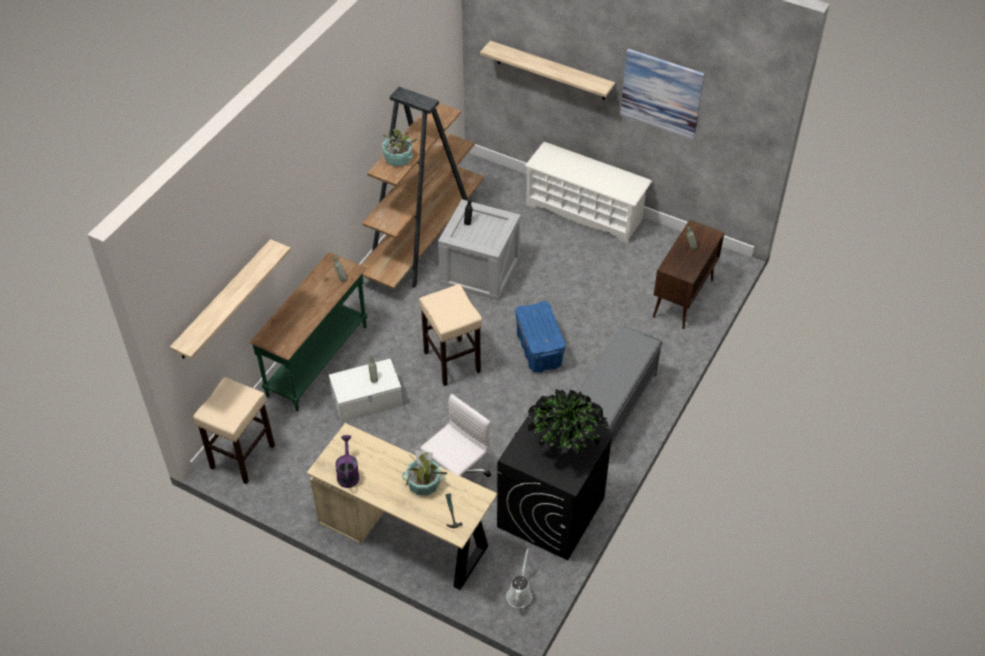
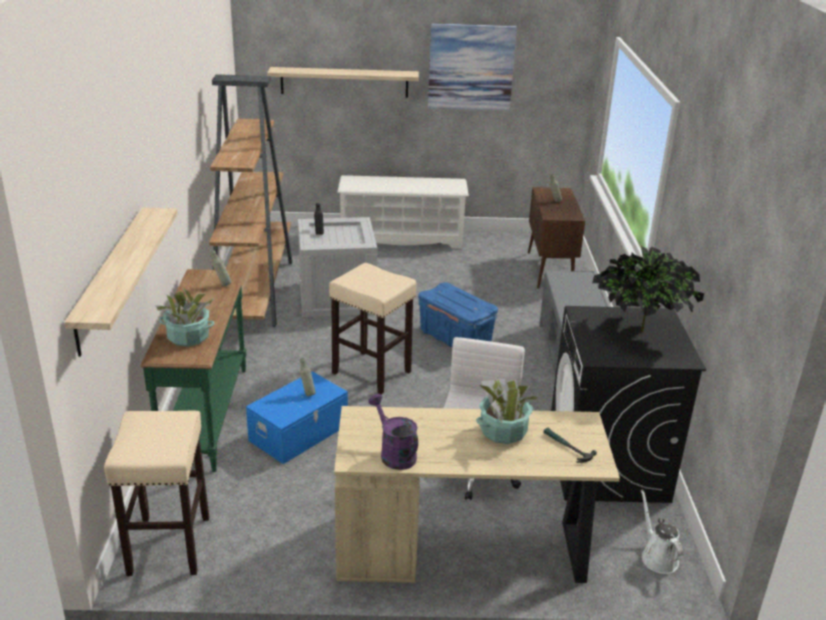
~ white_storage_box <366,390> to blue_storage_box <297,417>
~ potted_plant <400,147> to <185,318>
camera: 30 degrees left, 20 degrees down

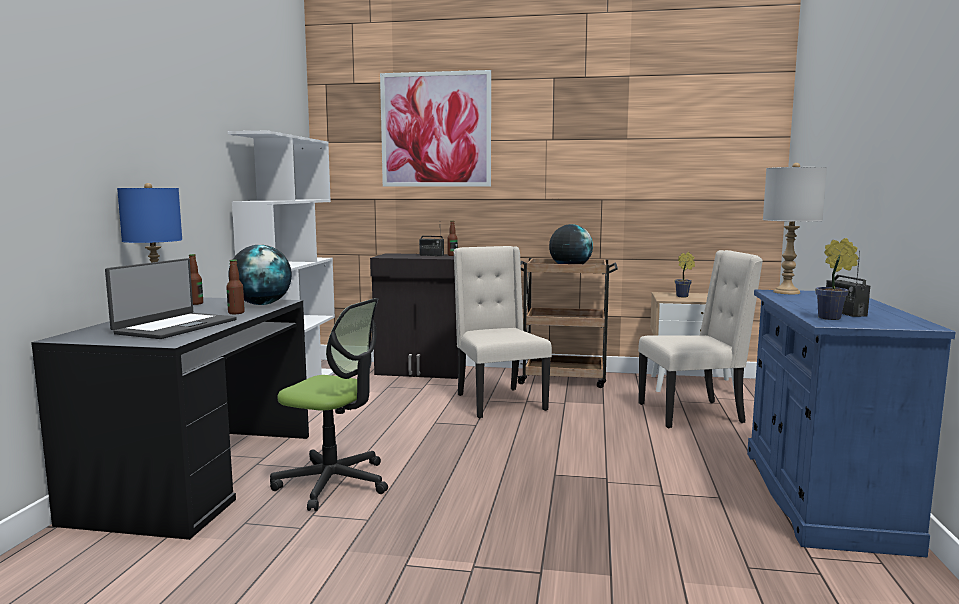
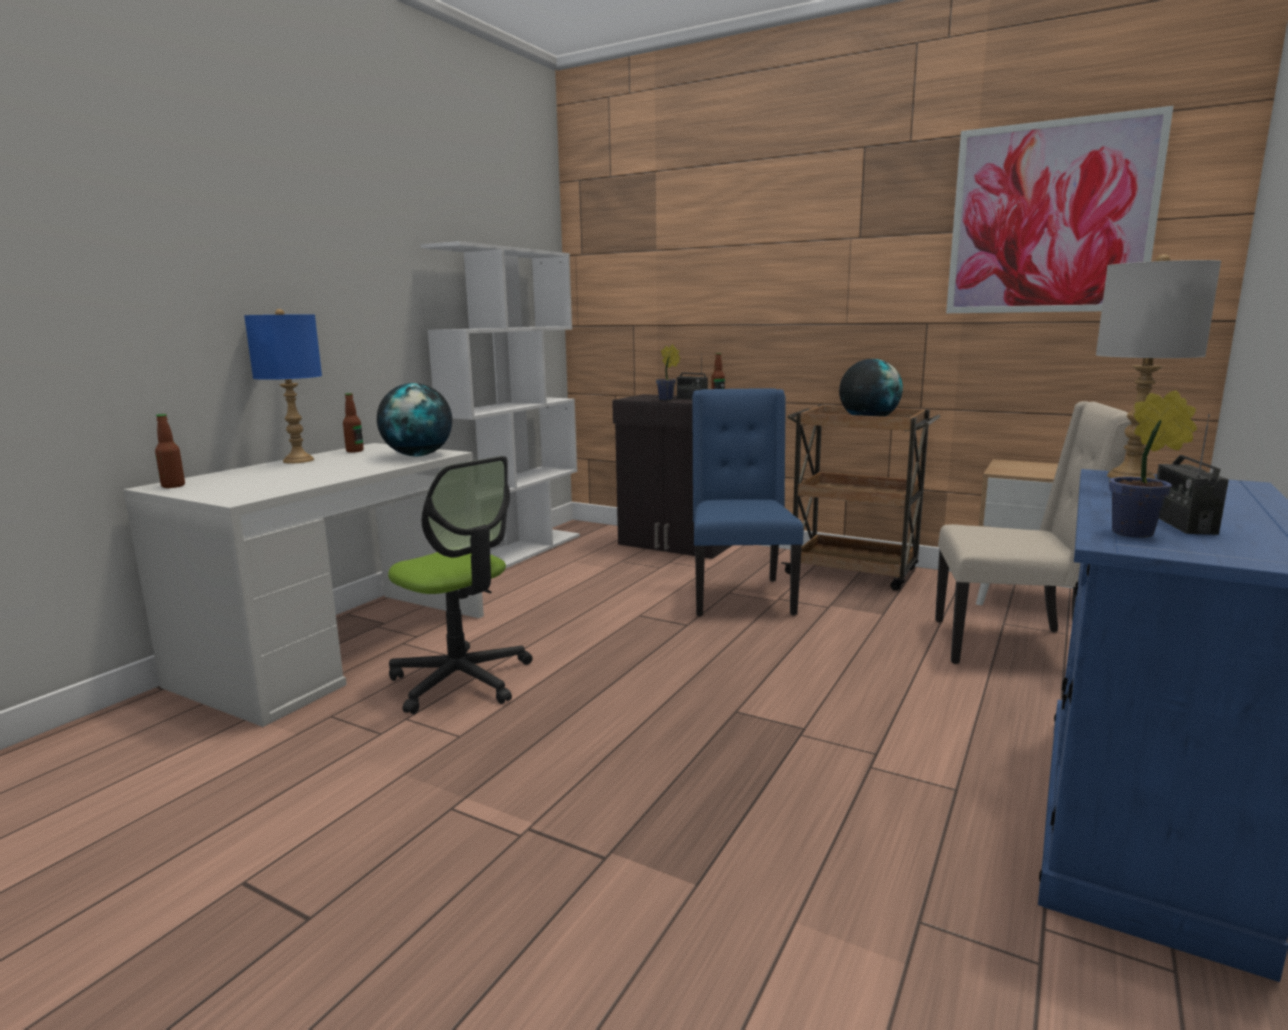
~ black_desk <170,418> to white_desk <303,585>
- laptop <171,298>
~ bottle <235,286> to <170,451>
~ picture <435,128> to <1059,209>
~ beige_chair <502,332> to blue_chair <748,502>
~ potted_plant <685,274> to <668,372>
camera: 20 degrees right, 5 degrees up

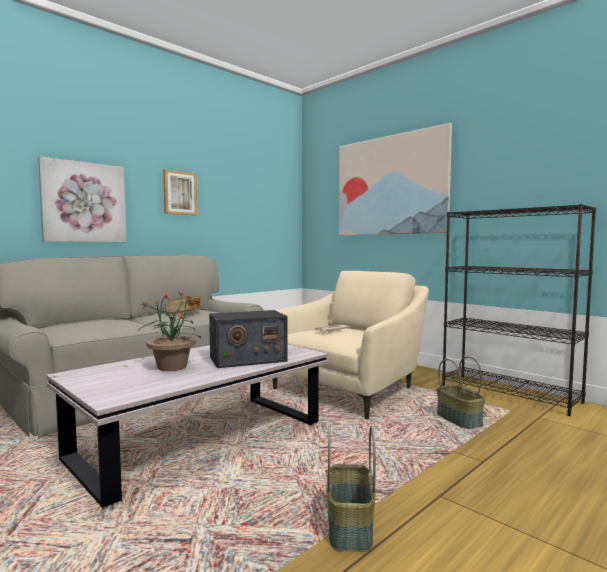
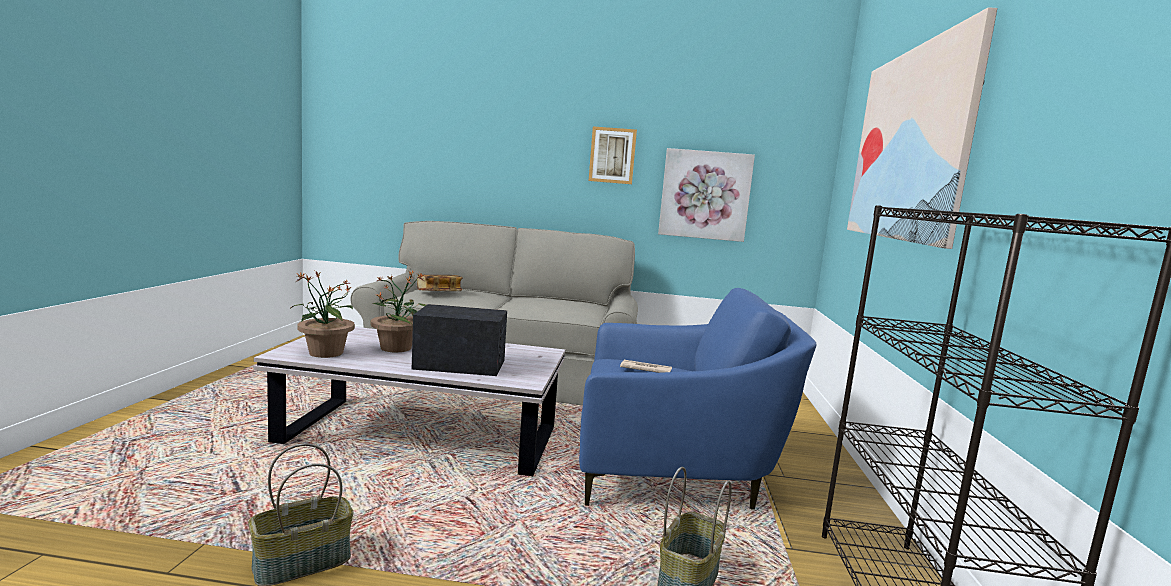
~ picture <82,199> to <706,195>
~ book <184,305> to <440,283>
~ radio <248,339> = <459,340> 150 degrees clockwise
~ beige_armchair <350,345> to blue_armchair <698,399>
+ potted_plant <322,314>
camera: 50 degrees right, 5 degrees up

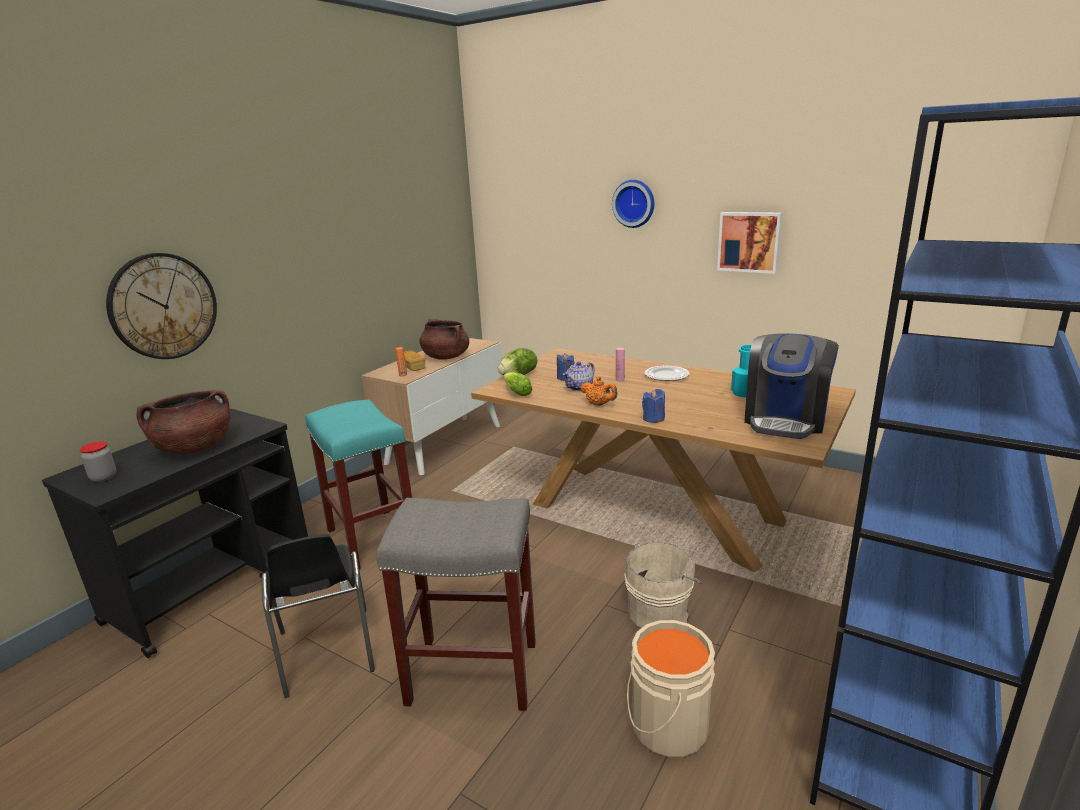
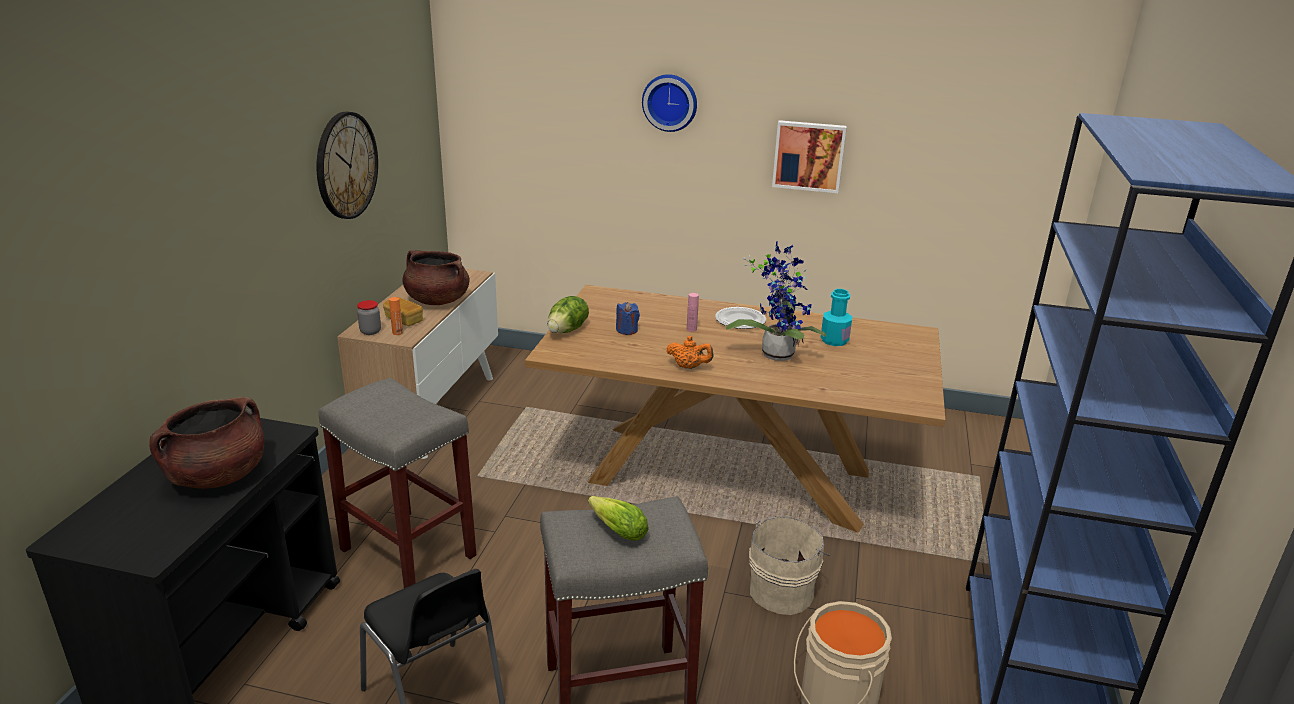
~ jar <98,461> to <369,317>
~ wall_clock <161,306> to <347,165>
~ turquoise_stool <359,485> to grey_stool <397,483>
~ lettuce <518,384> to <618,518>
- teapot <579,376>
- blue_candle <653,406>
- coffee_machine <791,386>
+ potted_plant <776,301>
camera: 20 degrees left, 5 degrees up

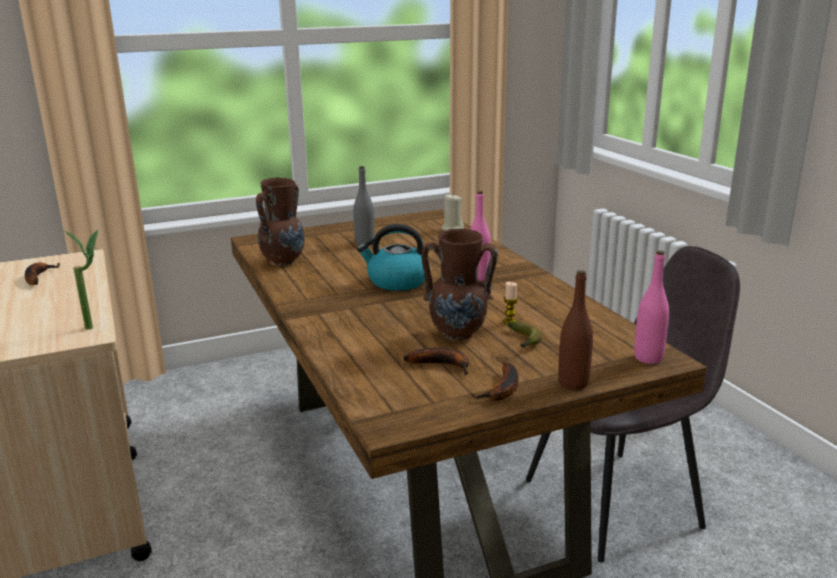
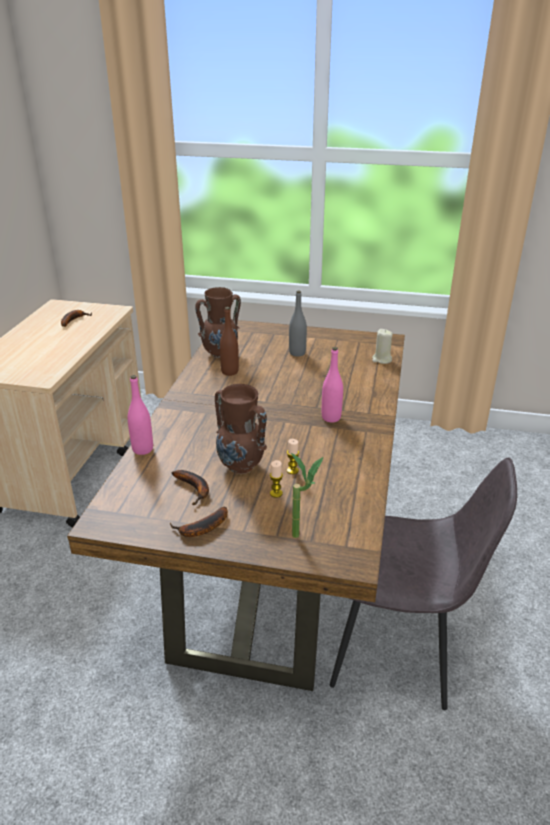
~ potted_plant <80,279> to <307,495>
- kettle <393,257>
~ banana <525,334> to candle <276,479>
~ brown_bottle <575,330> to <229,341>
~ pink_bottle <651,307> to <140,415>
camera: 35 degrees right, 10 degrees up

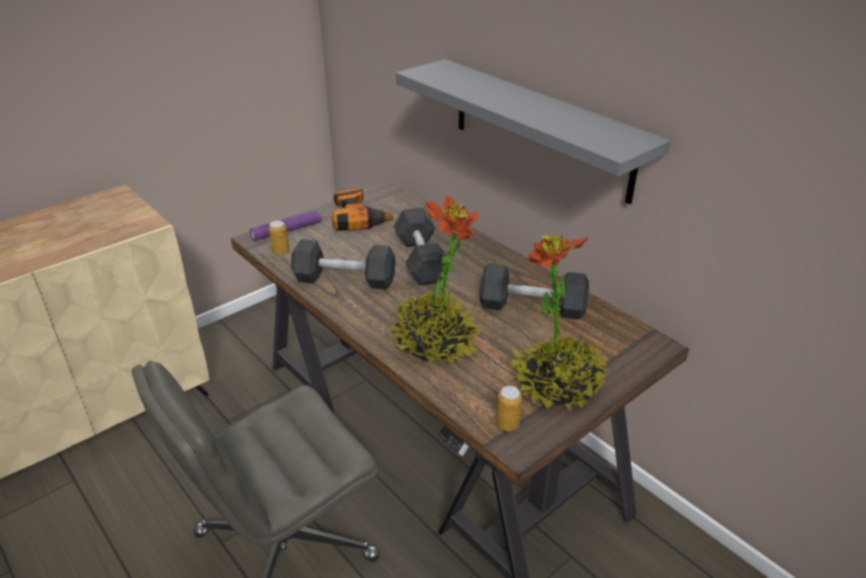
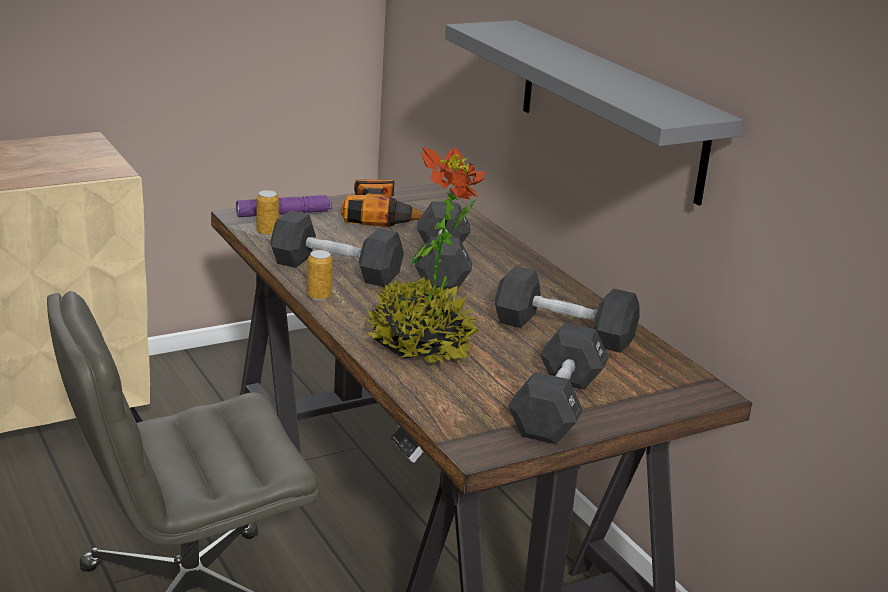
~ can <509,408> to <320,275>
~ potted_plant <559,323> to black_dumbbell <558,383>
camera: 10 degrees right, 10 degrees down

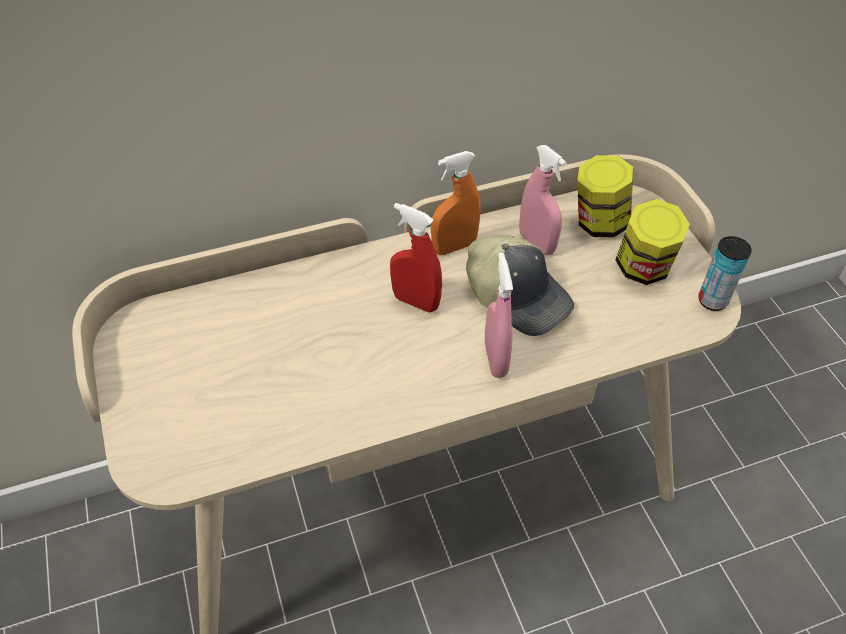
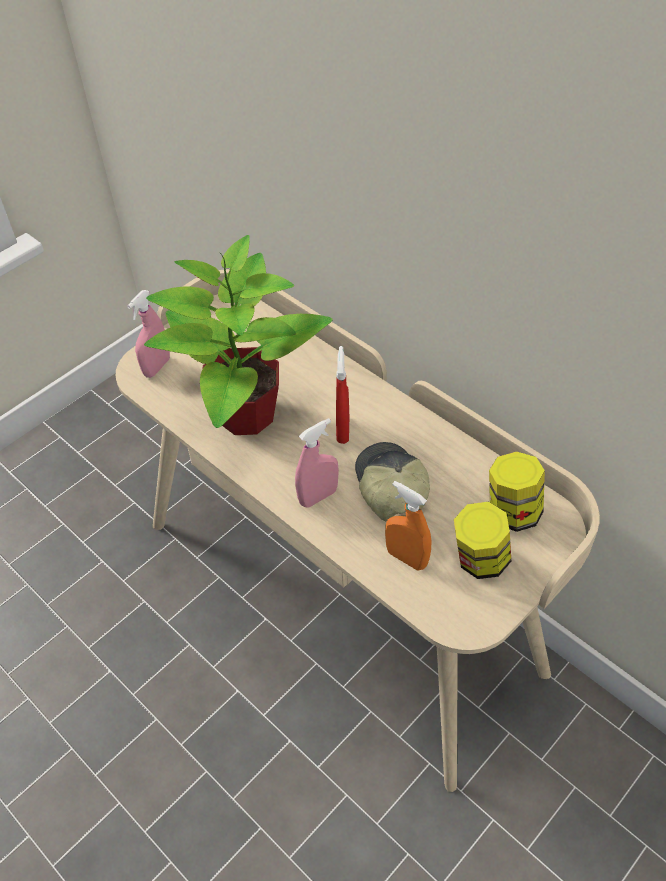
~ orange_spray_bottle <455,203> to <408,526>
~ cap <520,285> = <392,482> 150 degrees clockwise
~ pink_spray_bottle <543,200> to <148,334>
- can <725,273>
+ potted_plant <238,335>
camera: 65 degrees right, 0 degrees up

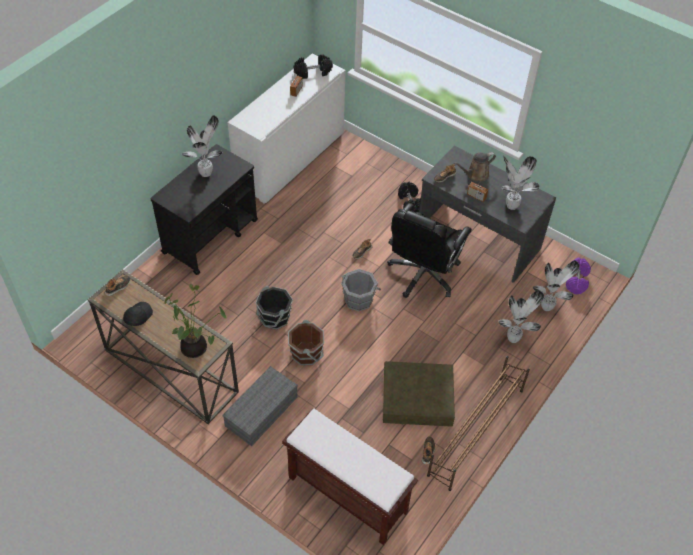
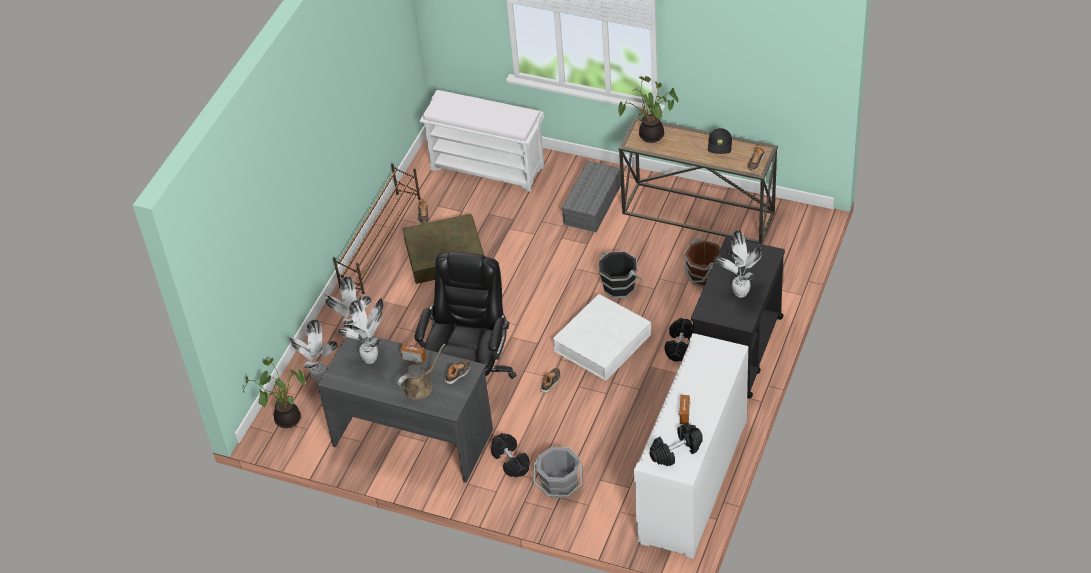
~ brown_bench <350,477> to white_bench <482,141>
~ brown_bucket <306,343> to <702,262>
~ grey_bucket <361,290> to <558,472>
~ purple_dumbbell <578,276> to potted_plant <274,393>
+ white_storage_box <602,337>
+ black_dumbbell <679,340>
camera: 170 degrees right, 5 degrees down

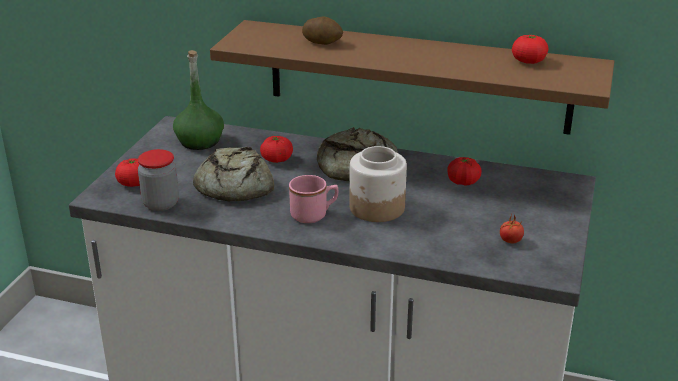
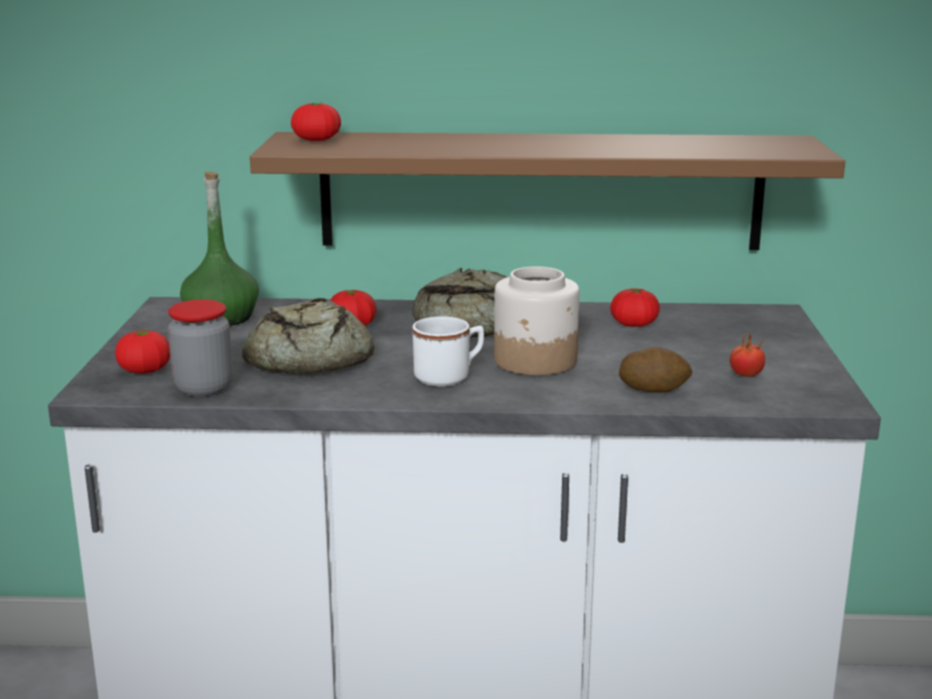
~ pink_mug <313,199> to white_mug <448,351>
~ potato <322,30> to <656,369>
~ tomato <530,49> to <316,121>
camera: 15 degrees left, 10 degrees down

